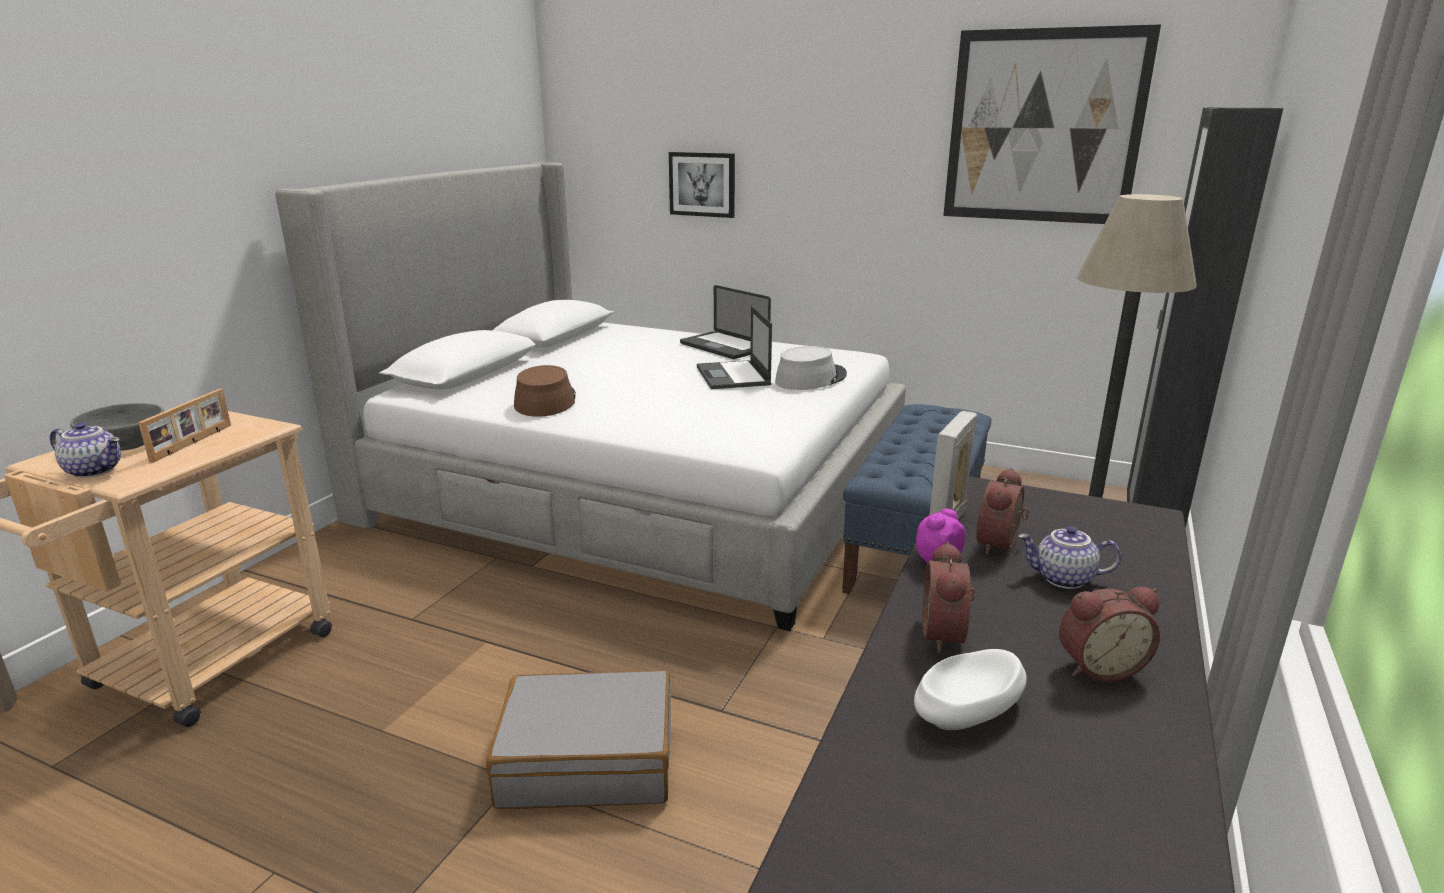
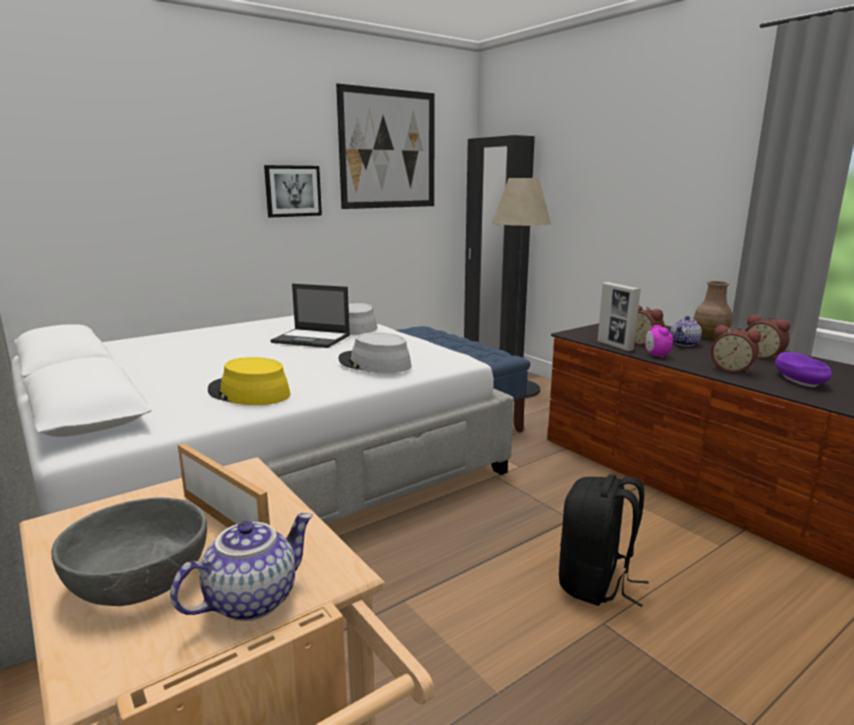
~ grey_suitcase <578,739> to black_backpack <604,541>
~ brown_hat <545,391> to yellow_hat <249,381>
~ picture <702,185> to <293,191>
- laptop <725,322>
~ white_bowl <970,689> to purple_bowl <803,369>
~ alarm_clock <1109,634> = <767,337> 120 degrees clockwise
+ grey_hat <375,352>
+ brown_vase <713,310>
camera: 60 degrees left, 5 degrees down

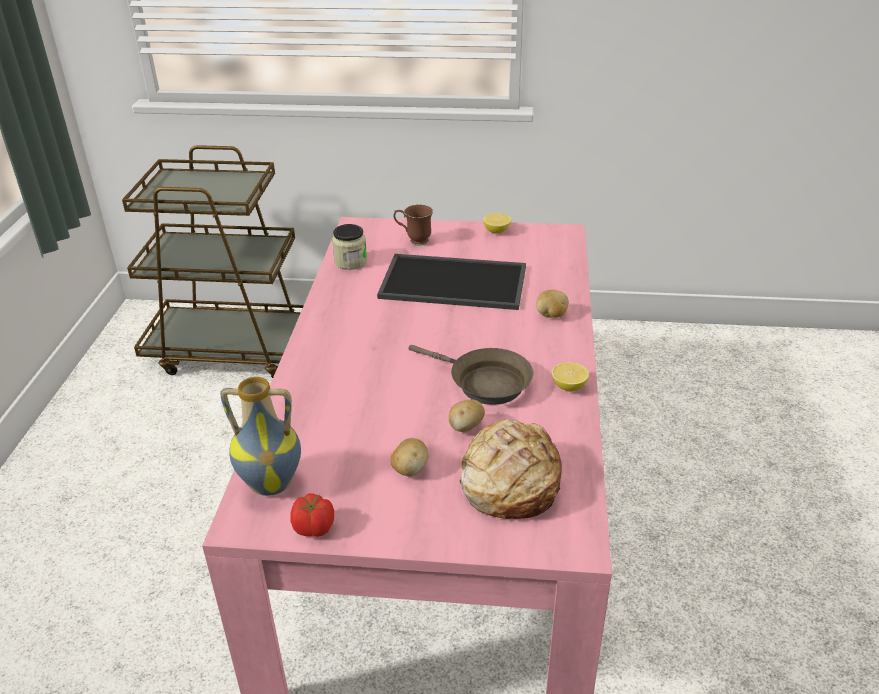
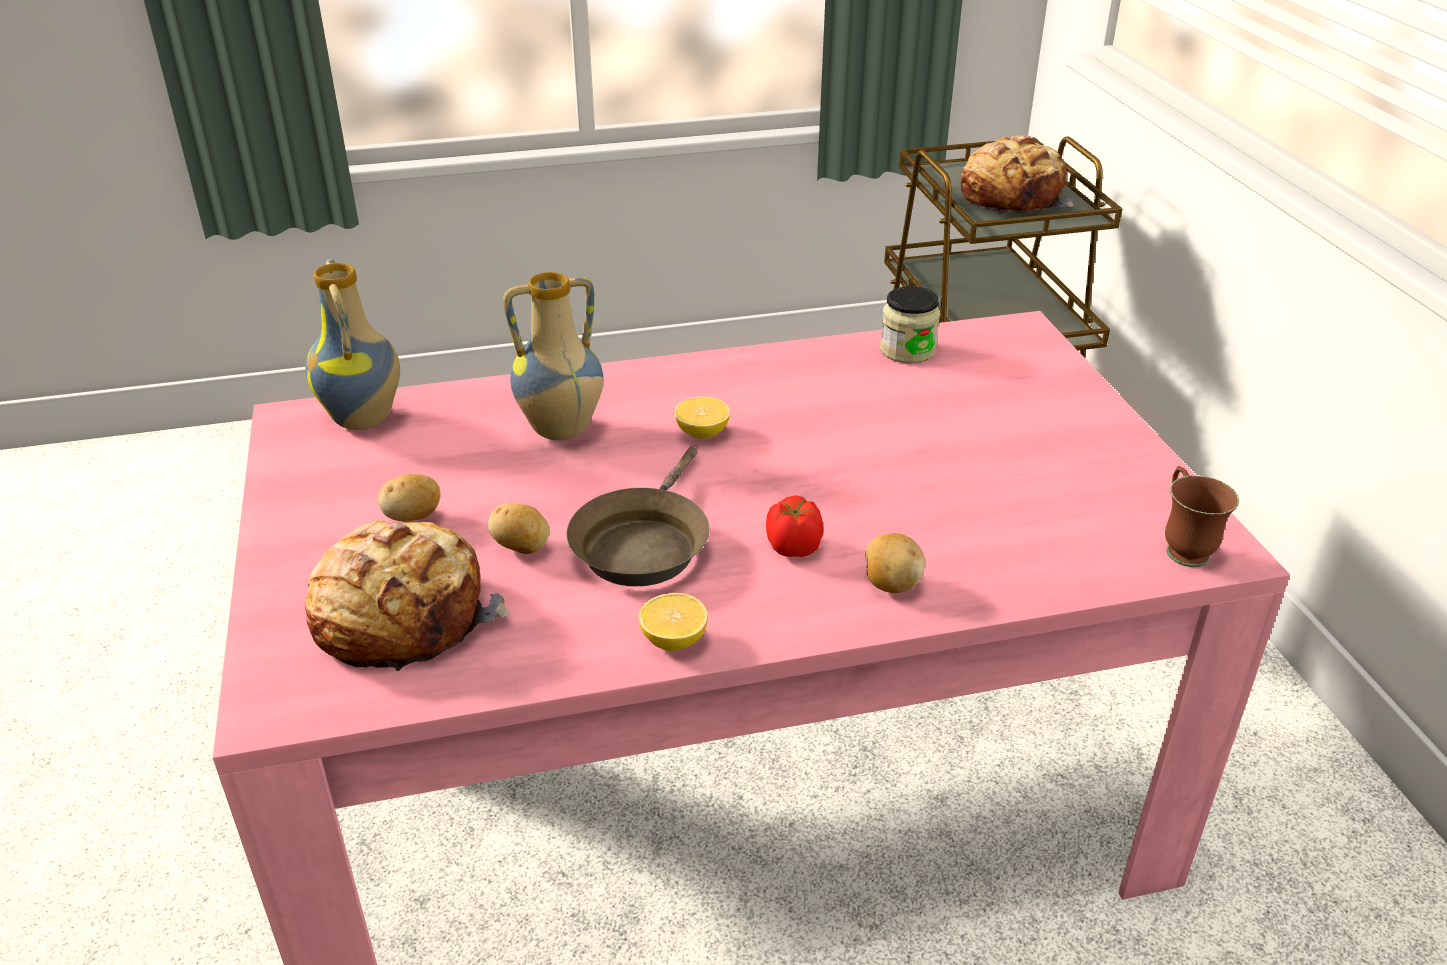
~ tomato <312,515> to <795,526>
- tray <451,282>
~ brown_mug <413,225> to <1202,516>
~ lemon <497,223> to <702,417>
+ vase <553,356>
+ bread <1017,174>
camera: 70 degrees right, 0 degrees up

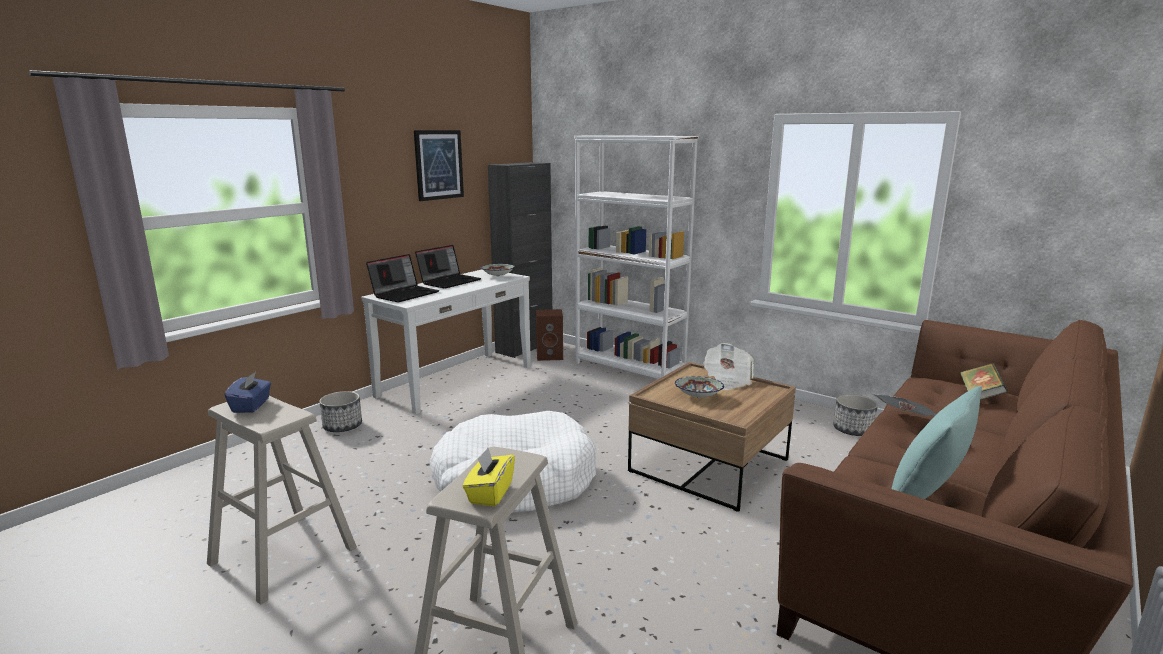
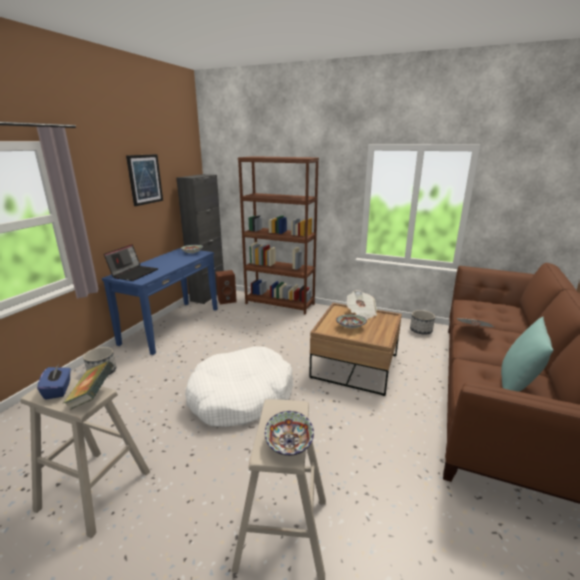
~ white_console_table <446,341> to blue_console_table <160,301>
- laptop <448,267>
~ yellow_tissue_box <489,477> to bowl <289,433>
~ white_bookcase <636,257> to brown_bookcase <278,235>
~ book <984,381> to <88,385>
camera: 15 degrees left, 5 degrees up

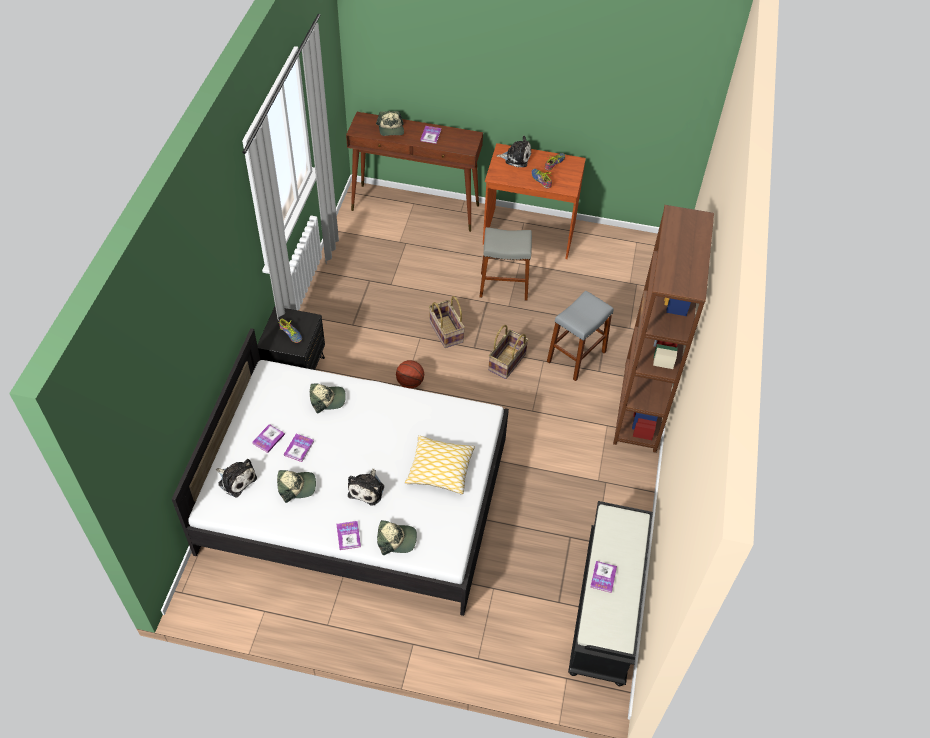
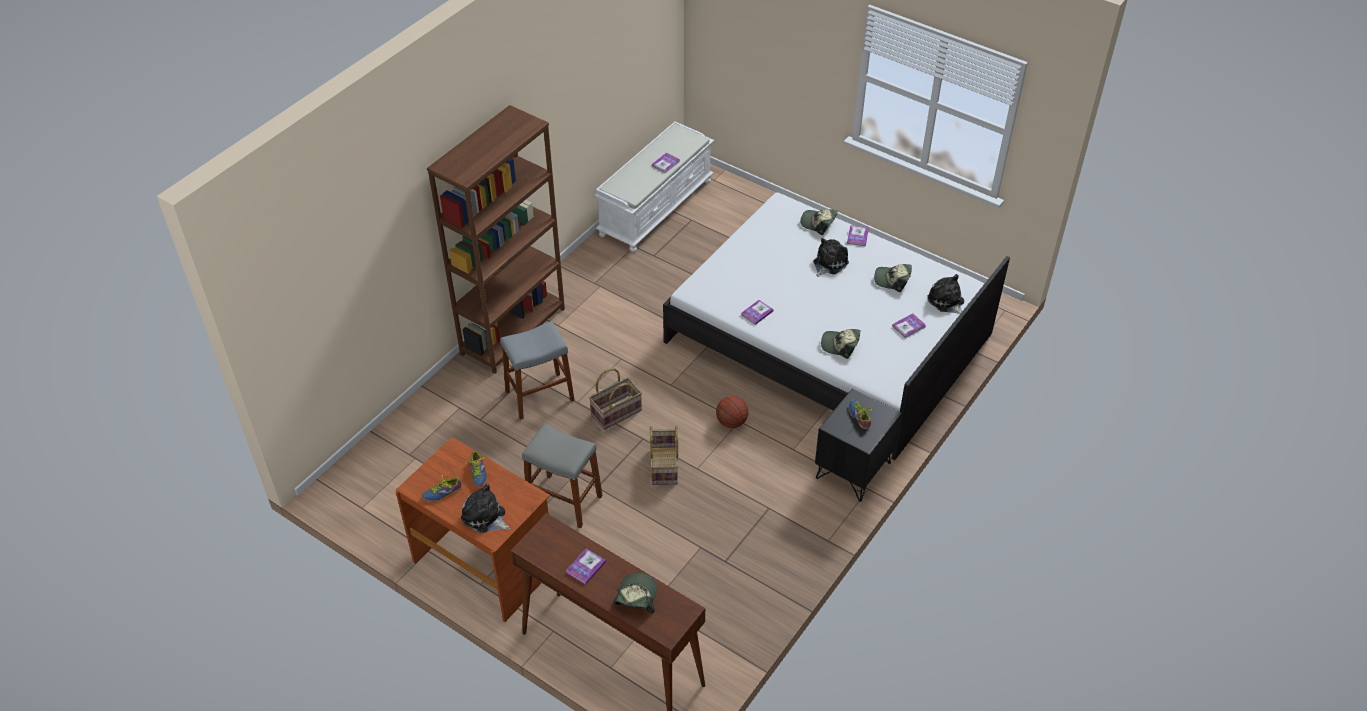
~ book <299,448> to <757,312>
- pillow <440,465>
~ black_bench <610,593> to white_bench <654,187>
camera: 155 degrees left, 5 degrees down

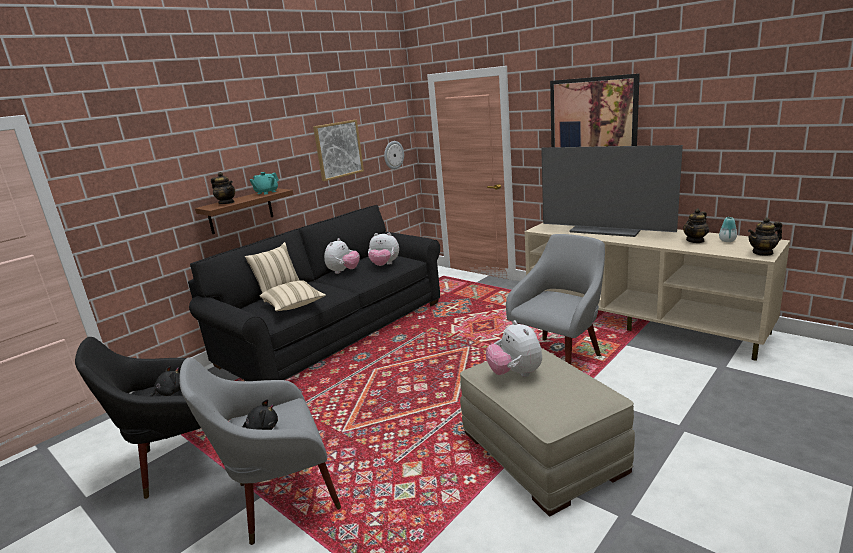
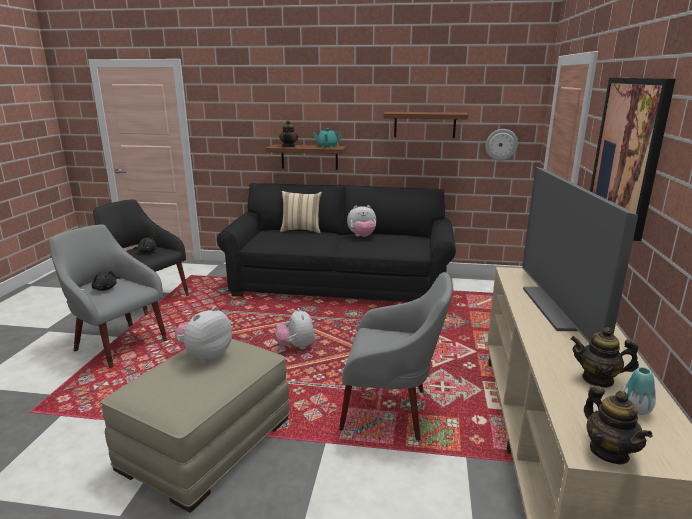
- beige_pillow <293,296>
~ picture <338,150> to brown_shelf <426,125>
~ plush_toy <383,249> to <295,328>
~ teapot <765,236> = <618,425> 150 degrees counterclockwise
camera: 55 degrees right, 0 degrees up

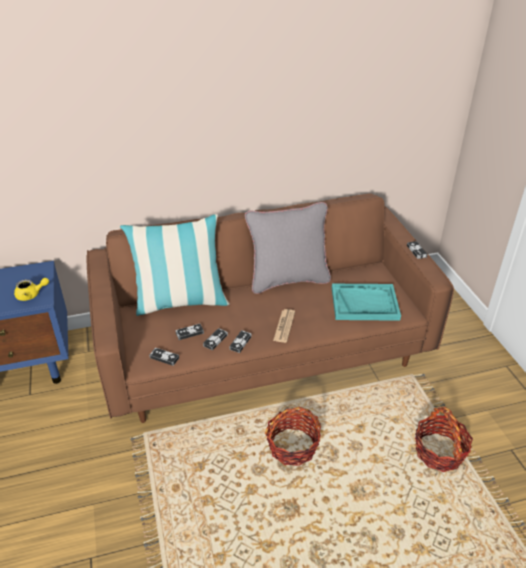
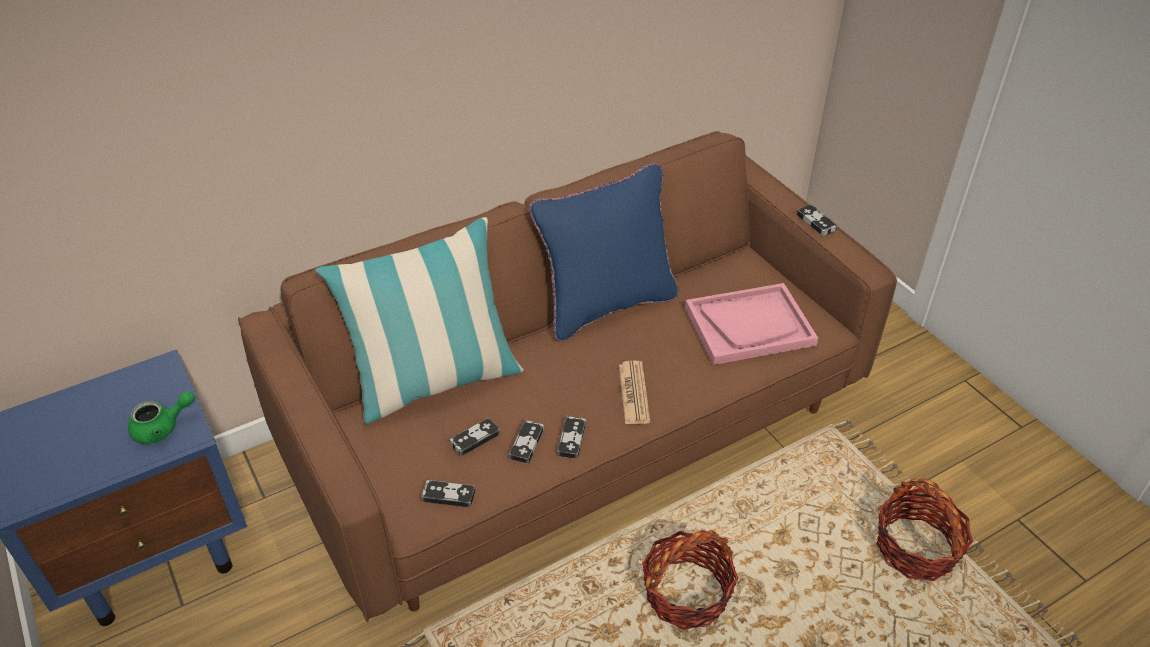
~ yellow_teapot <31,289> to green_teapot <161,417>
~ grey_pillow <288,248> to blue_pillow <604,252>
~ turquoise_tray <366,302> to pink_tray <751,324>
camera: 15 degrees left, 5 degrees up

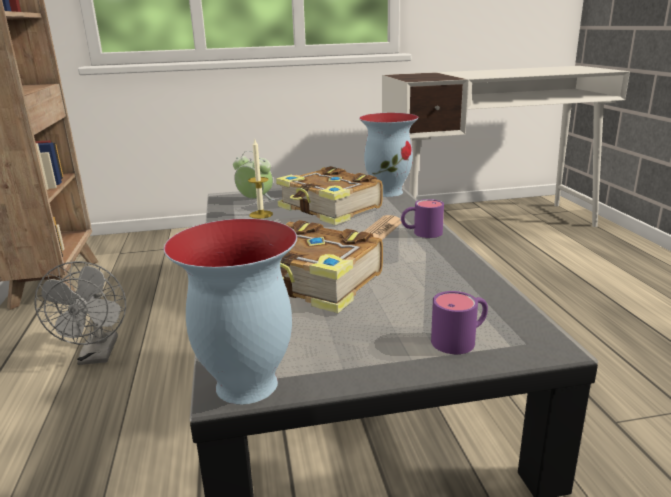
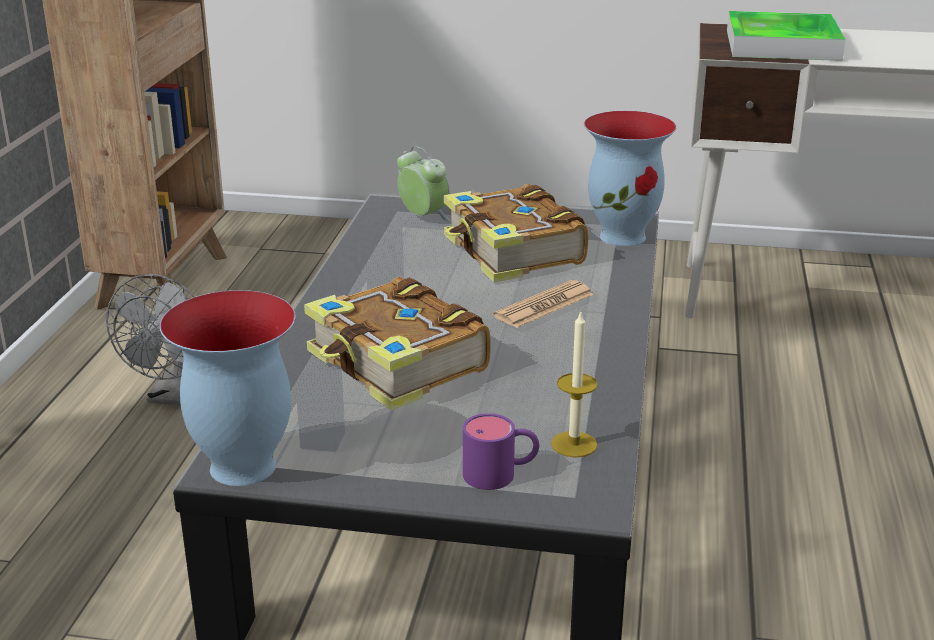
~ candle <260,179> to <574,384>
- purple_mug <422,218>
+ tray <786,36>
camera: 20 degrees right, 5 degrees up

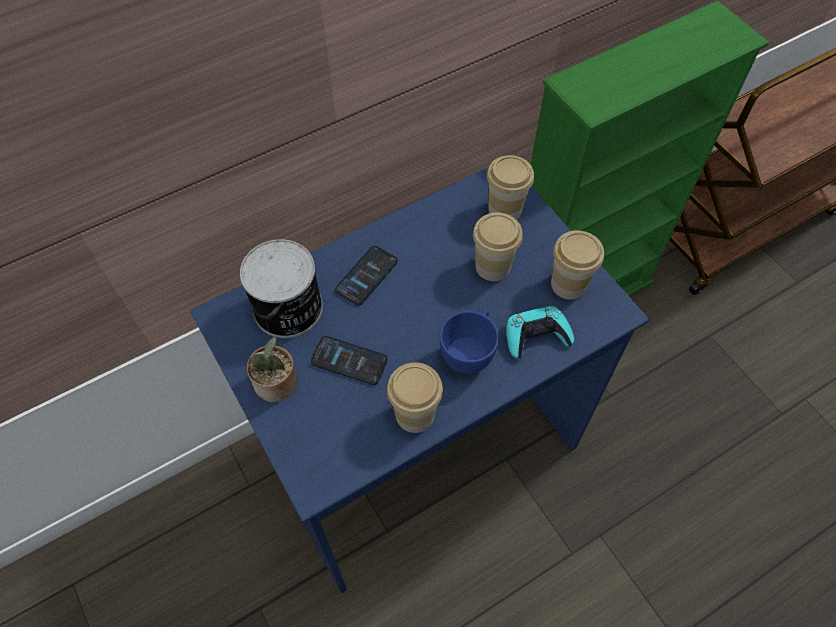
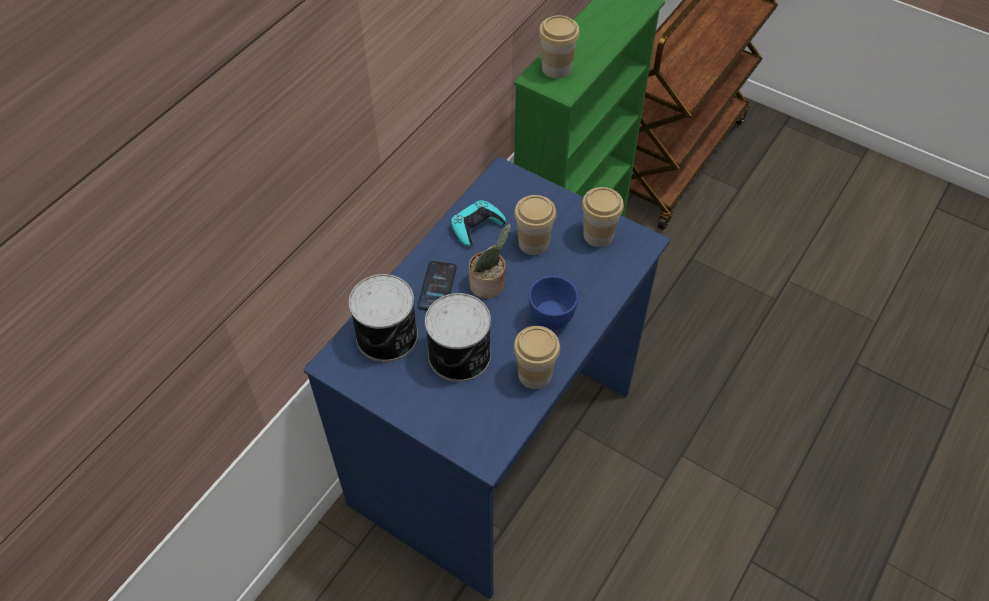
~ potted_plant <272,369> to <490,261>
~ phone <349,360> to can <458,337>
~ cup <510,187> to <559,47>
~ turquoise_game_controller <540,332> to <478,223>
camera: 25 degrees left, 5 degrees down

